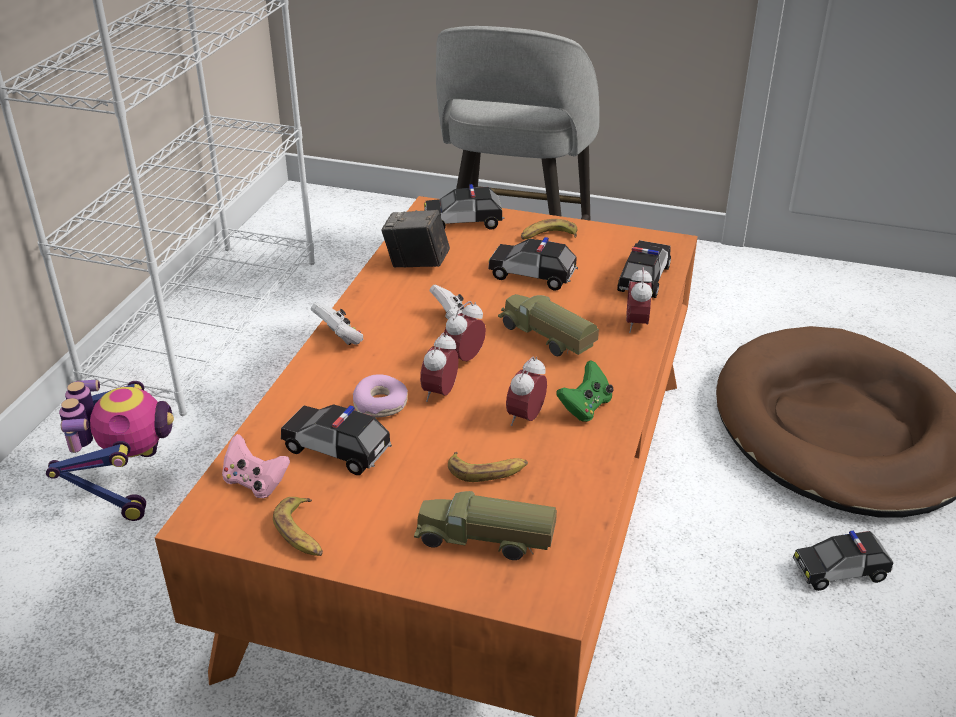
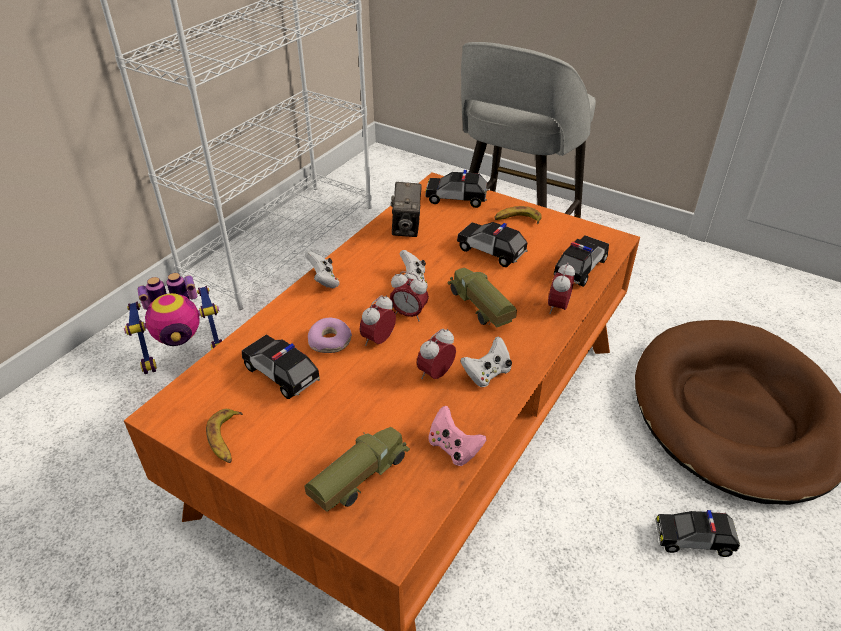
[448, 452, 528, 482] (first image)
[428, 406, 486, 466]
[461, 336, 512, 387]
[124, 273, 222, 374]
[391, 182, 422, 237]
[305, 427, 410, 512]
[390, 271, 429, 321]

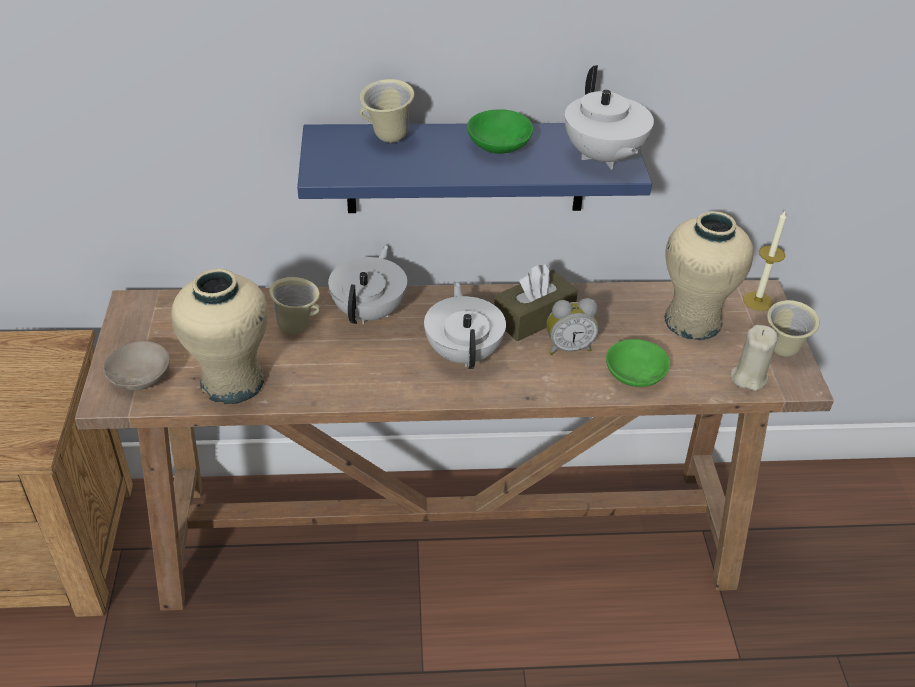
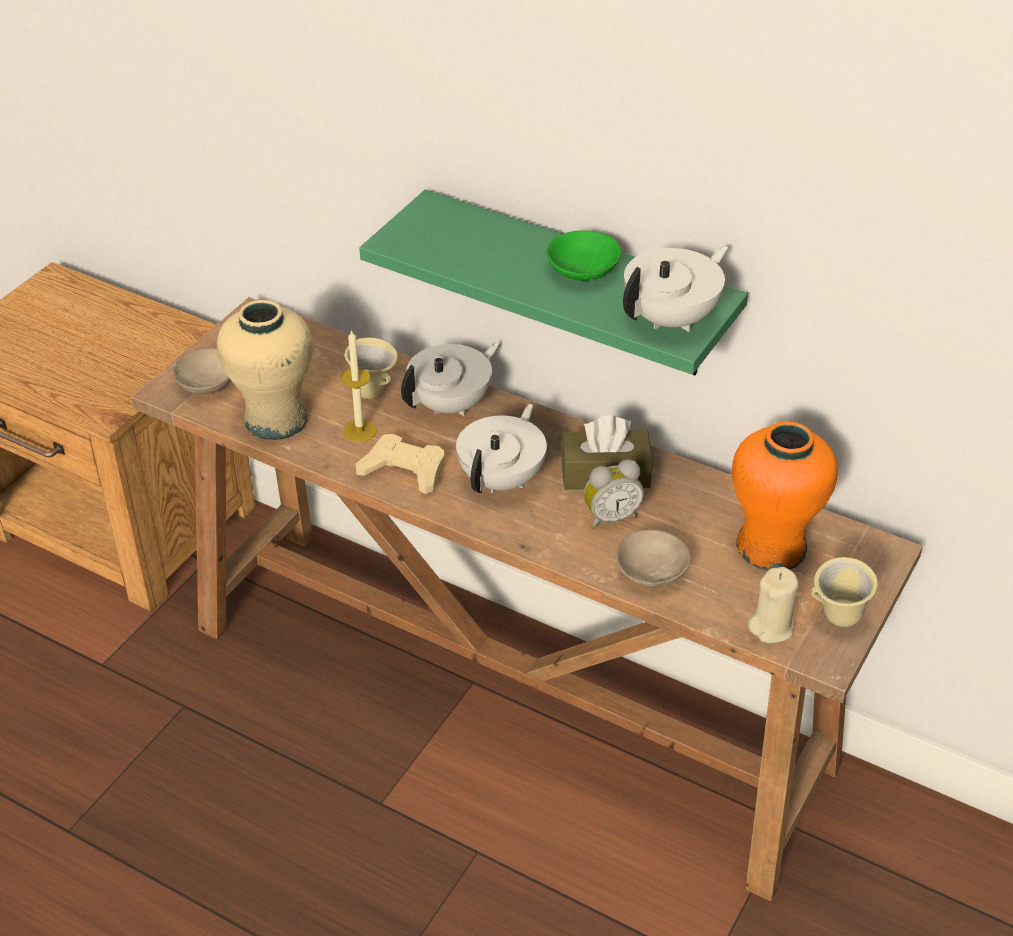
[360, 79, 415, 143] (first image)
[355, 434, 445, 494]
[341, 329, 377, 442]
[359, 189, 748, 375]
[616, 530, 691, 587]
[732, 421, 838, 571]
[584, 459, 644, 529]
[623, 246, 728, 332]

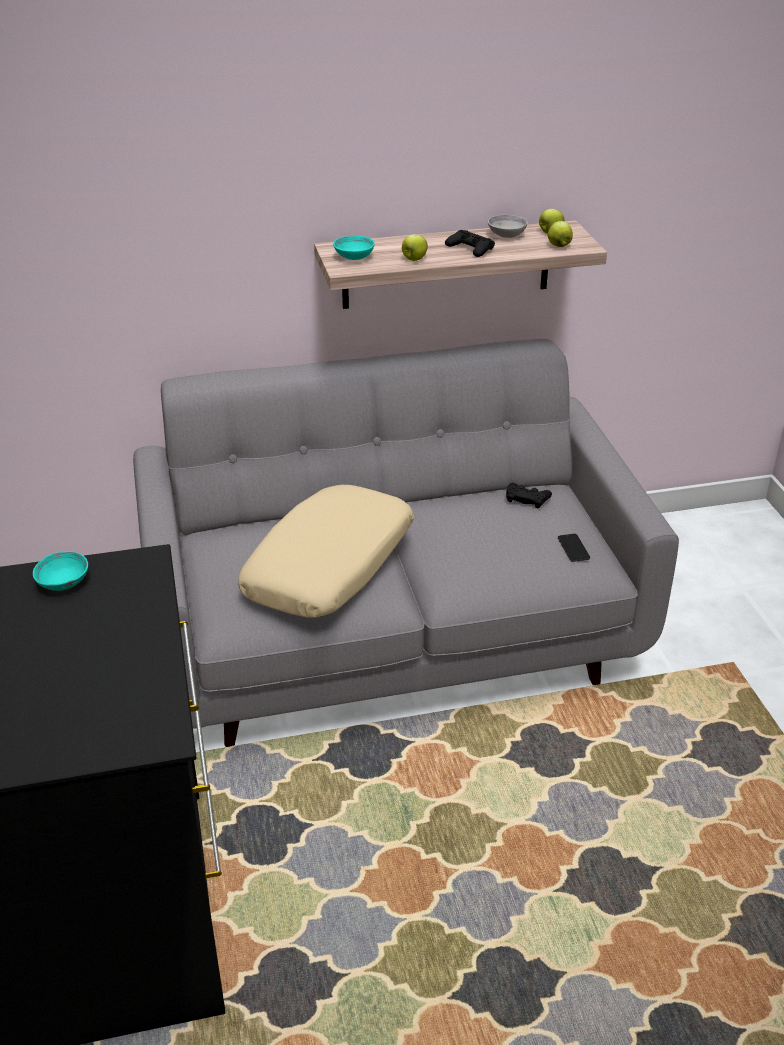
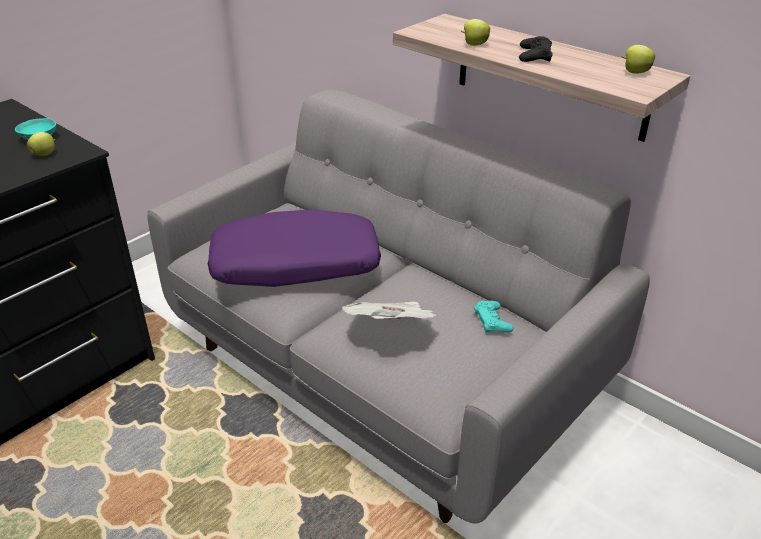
[333, 236, 375, 260] (first image)
[488, 215, 528, 238] (first image)
[558, 534, 590, 562] (first image)
[342, 301, 438, 319]
[27, 132, 55, 156]
[208, 210, 381, 287]
[474, 301, 514, 333]

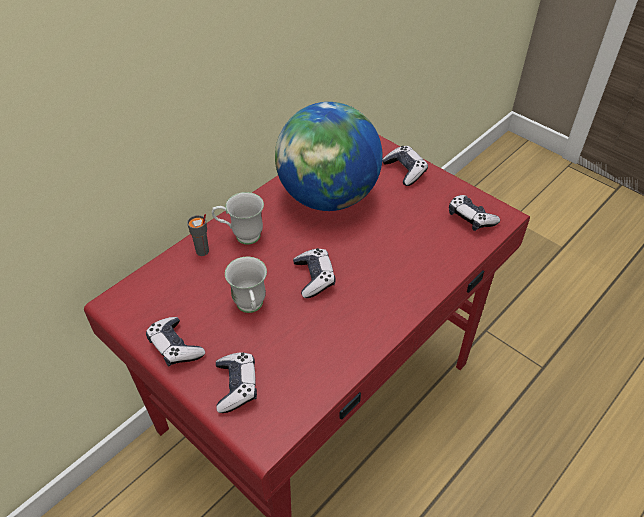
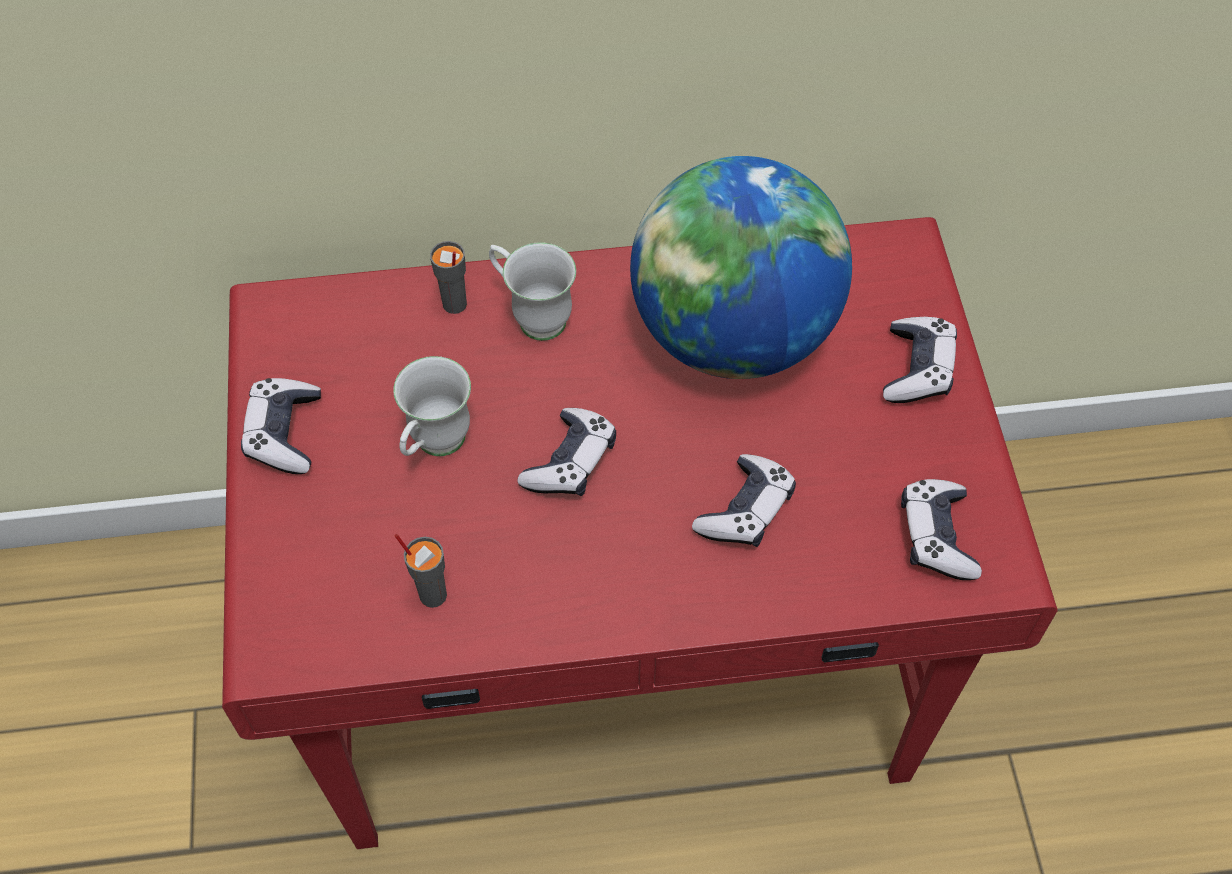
[394, 534, 447, 608]
[692, 454, 796, 547]

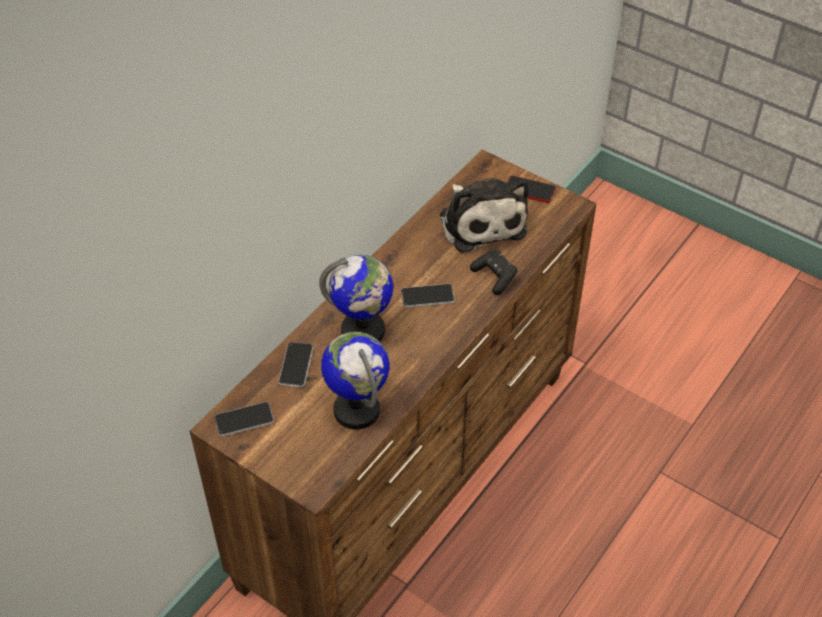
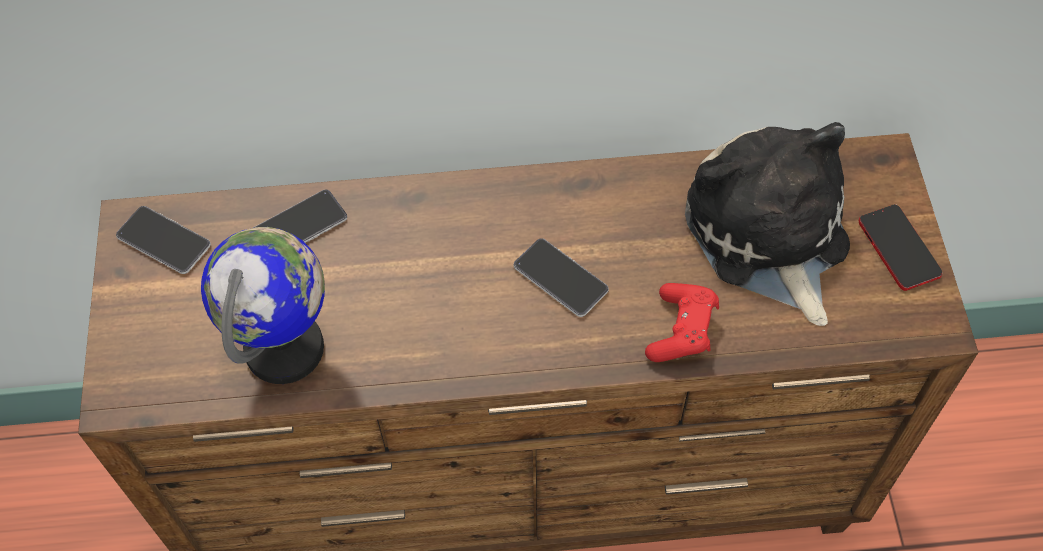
[319, 255, 393, 342] (first image)
[645, 283, 719, 362]
[685, 122, 850, 326]

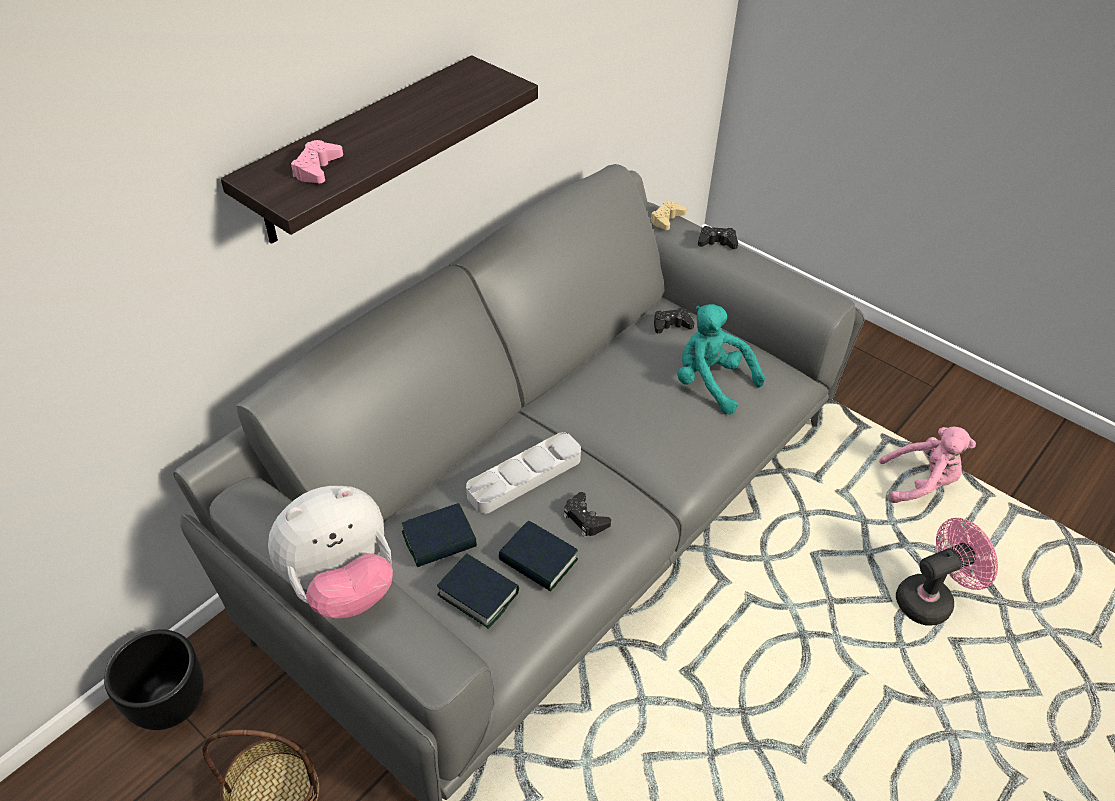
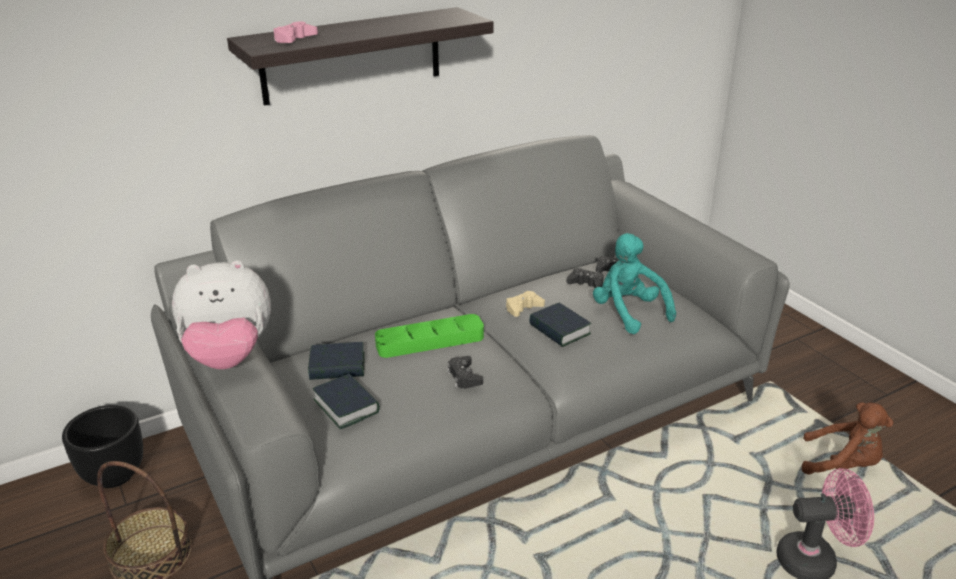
[529, 303, 591, 347]
[506, 291, 545, 317]
[566, 268, 604, 288]
[375, 314, 484, 358]
[801, 402, 893, 475]

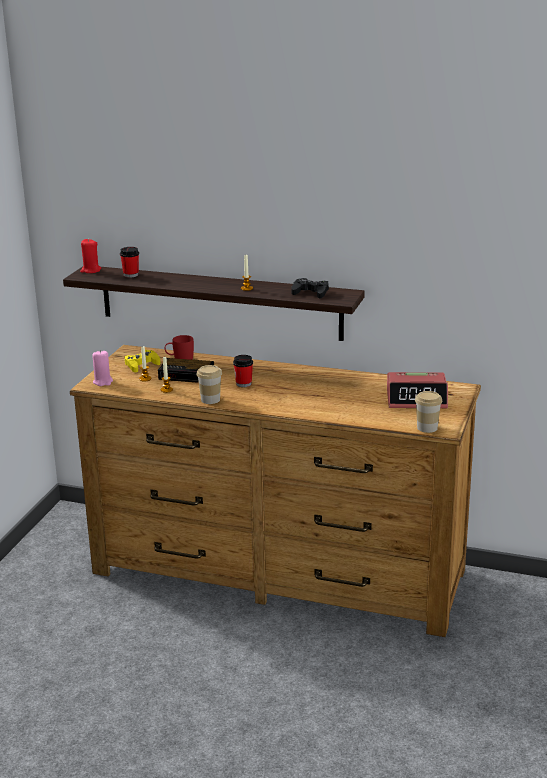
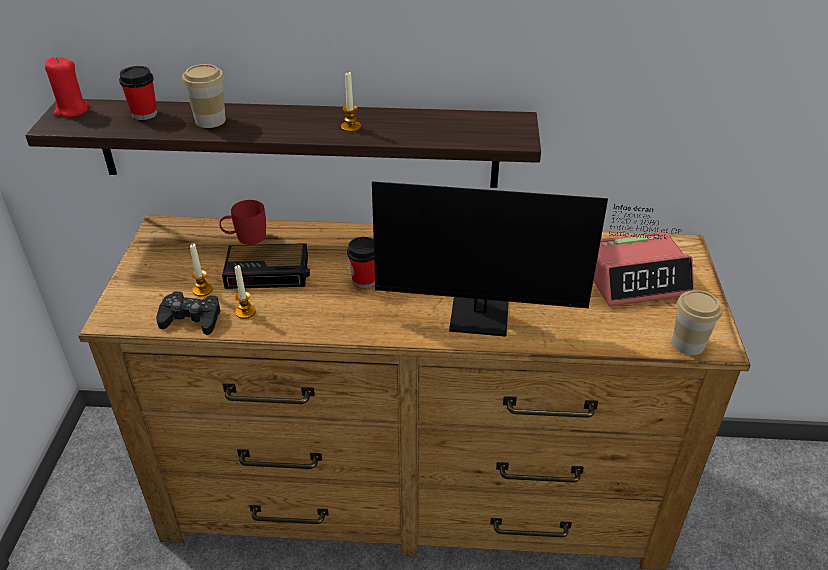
[92, 350, 113, 386] (first image)
[125, 350, 161, 372] (first image)
[372, 181, 682, 337]
[182, 64, 226, 128]
[156, 291, 220, 335]

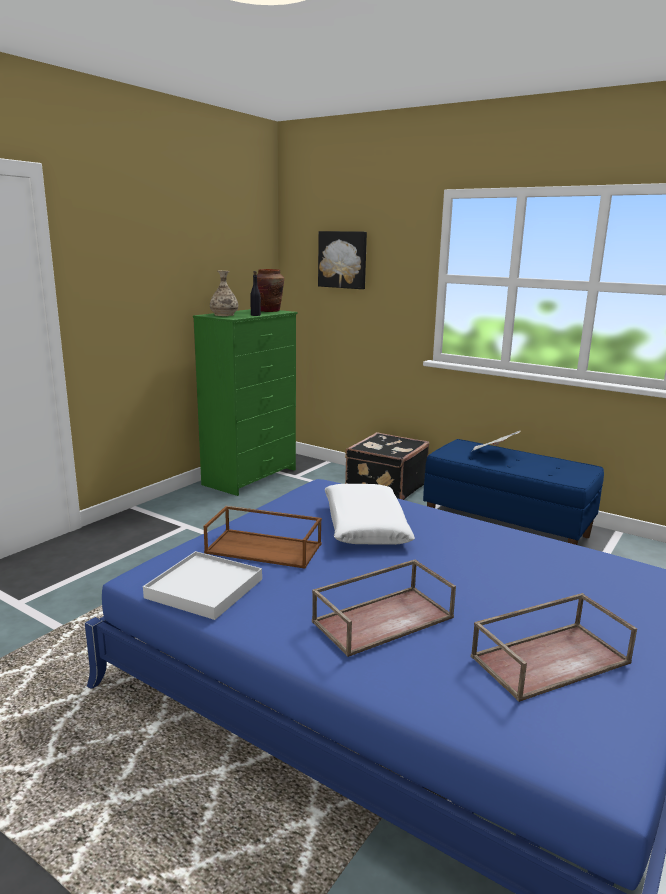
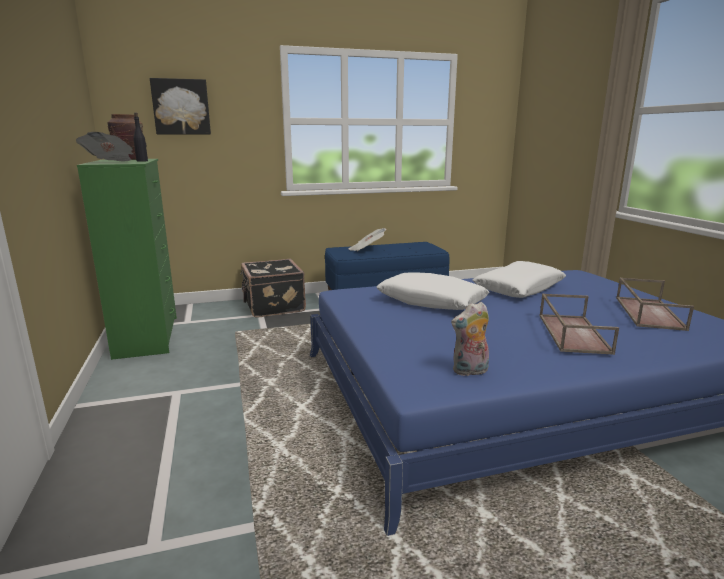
[204, 506, 322, 569] (first image)
[472, 261, 566, 298]
[451, 302, 489, 376]
[76, 132, 133, 162]

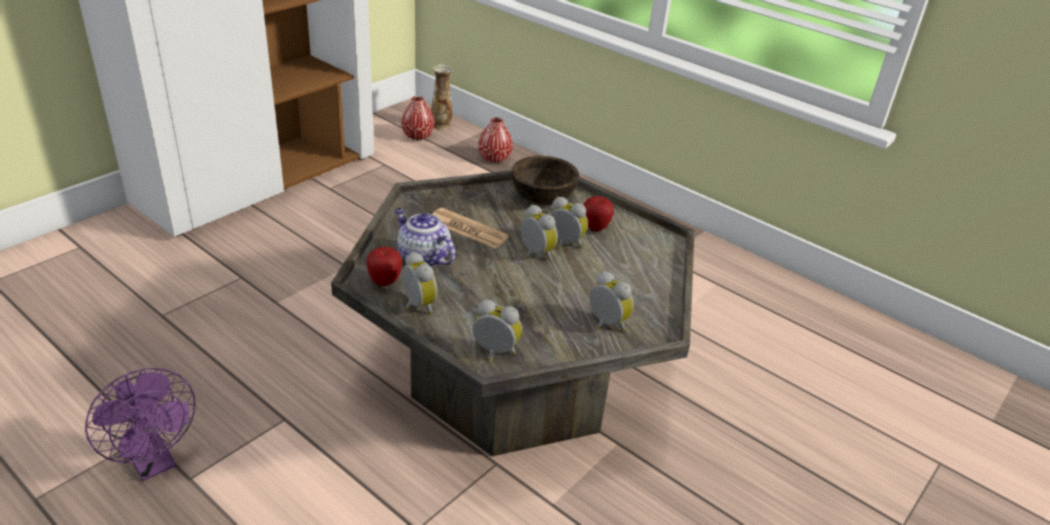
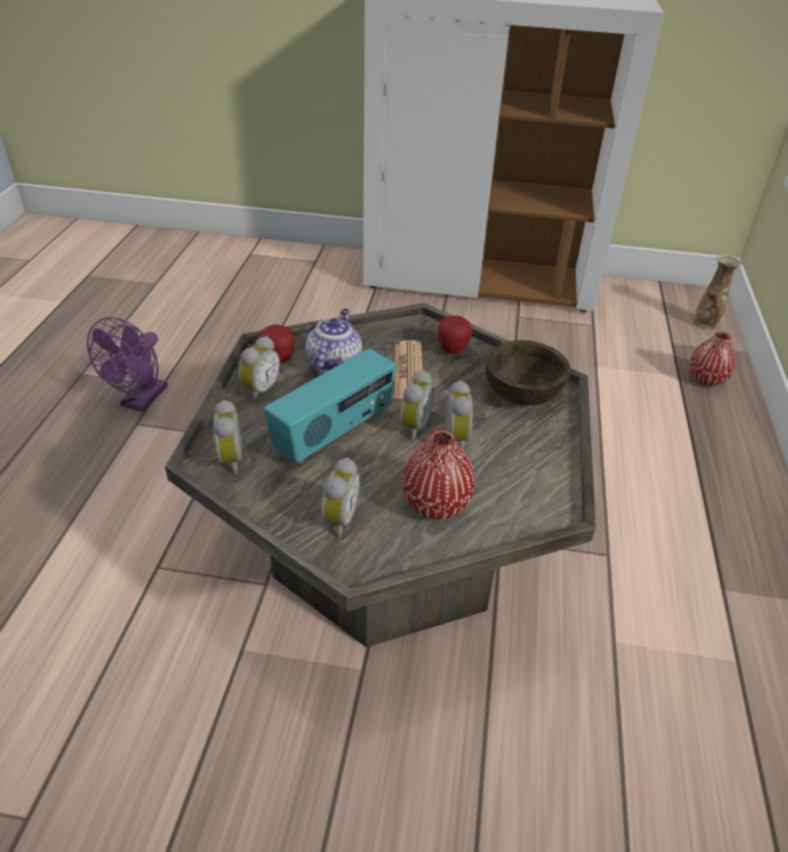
[264, 349, 395, 465]
[402, 429, 475, 520]
[438, 315, 472, 354]

